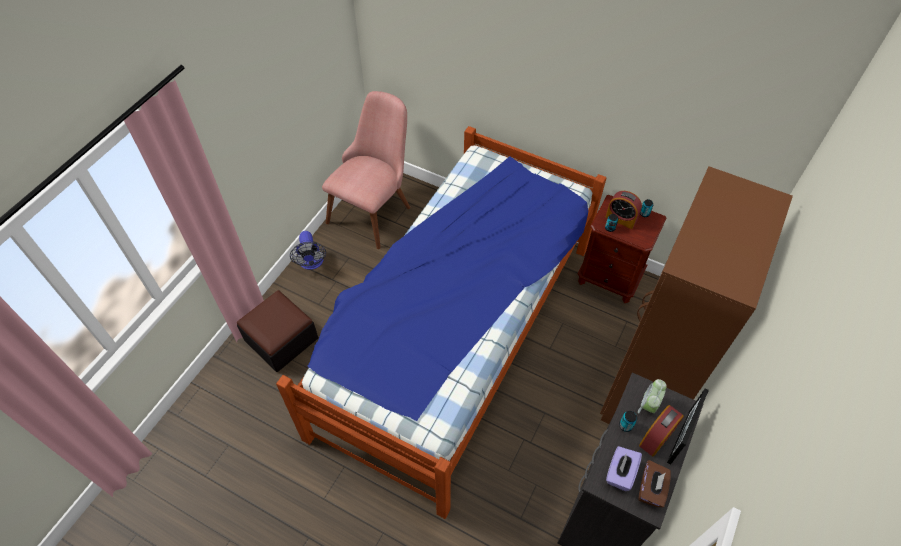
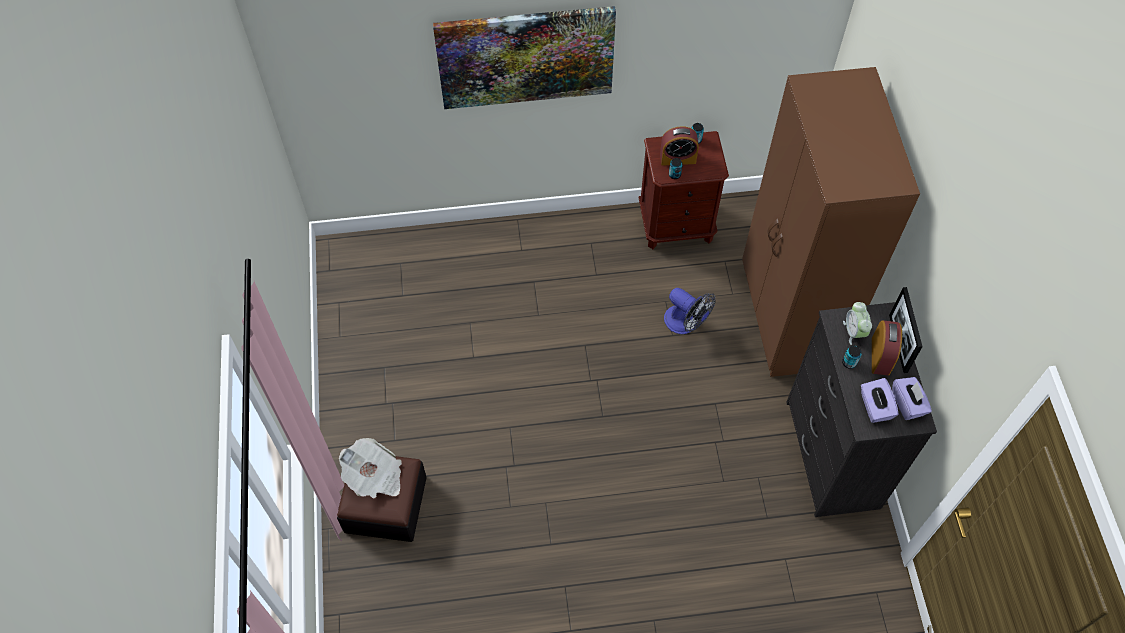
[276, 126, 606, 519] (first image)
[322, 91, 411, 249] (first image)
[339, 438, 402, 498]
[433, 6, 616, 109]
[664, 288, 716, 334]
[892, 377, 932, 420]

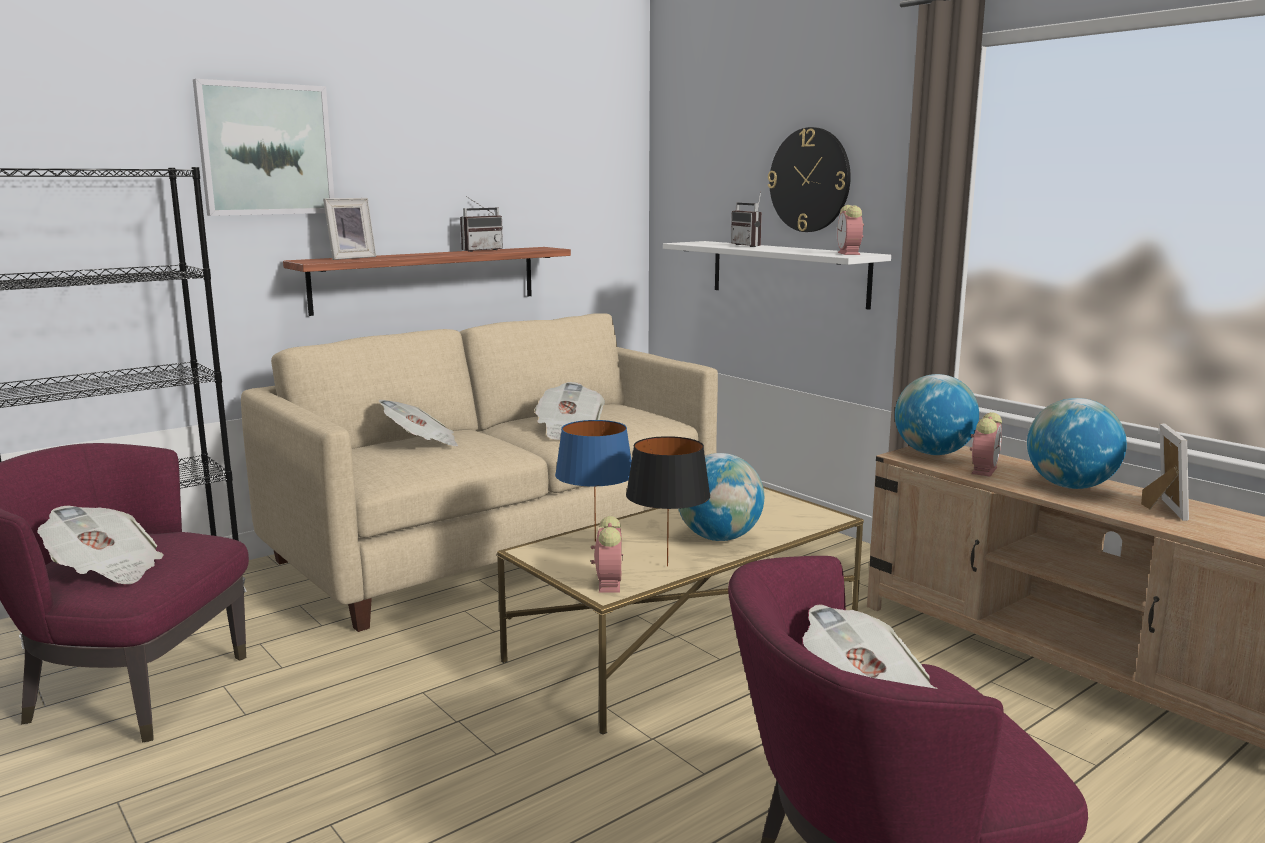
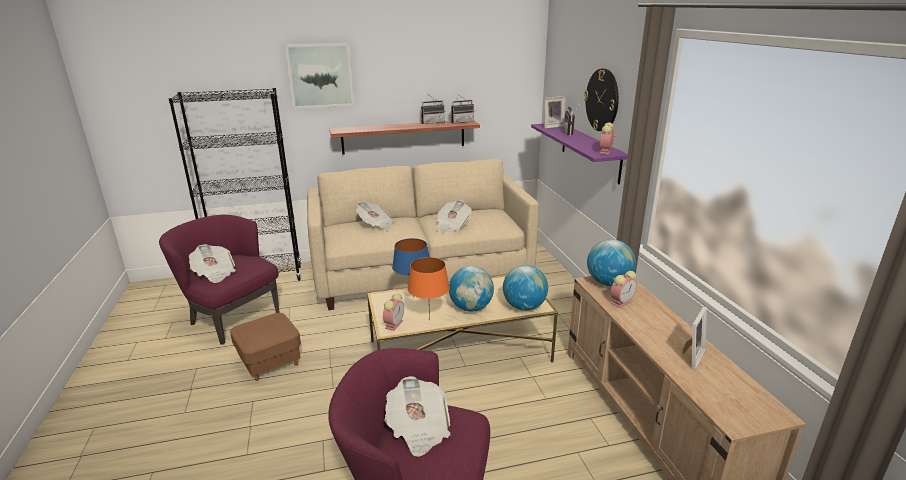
[230, 313, 301, 381]
[451, 95, 475, 124]
[544, 96, 566, 129]
[503, 265, 548, 311]
[407, 257, 450, 320]
[531, 124, 628, 184]

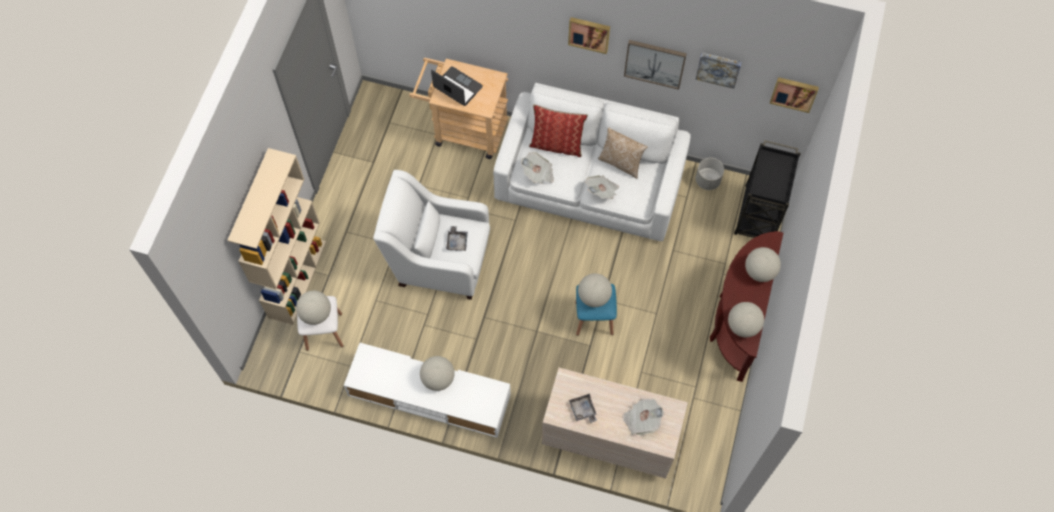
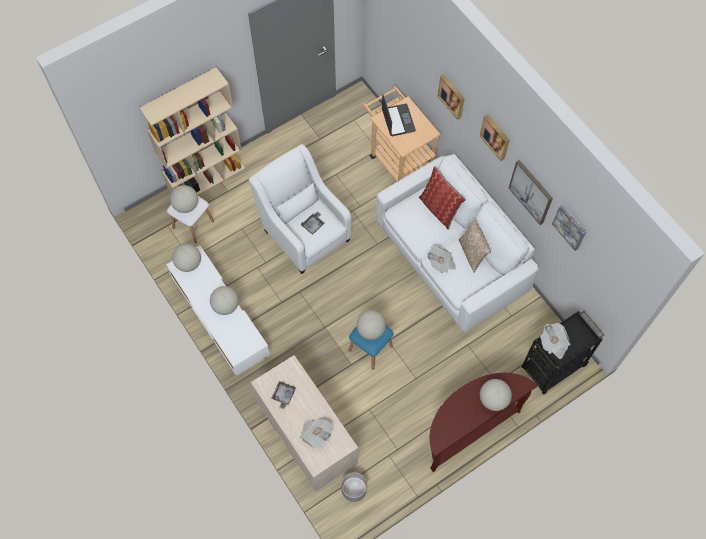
[540, 323, 571, 359]
[341, 472, 367, 502]
[172, 244, 201, 272]
[437, 74, 465, 120]

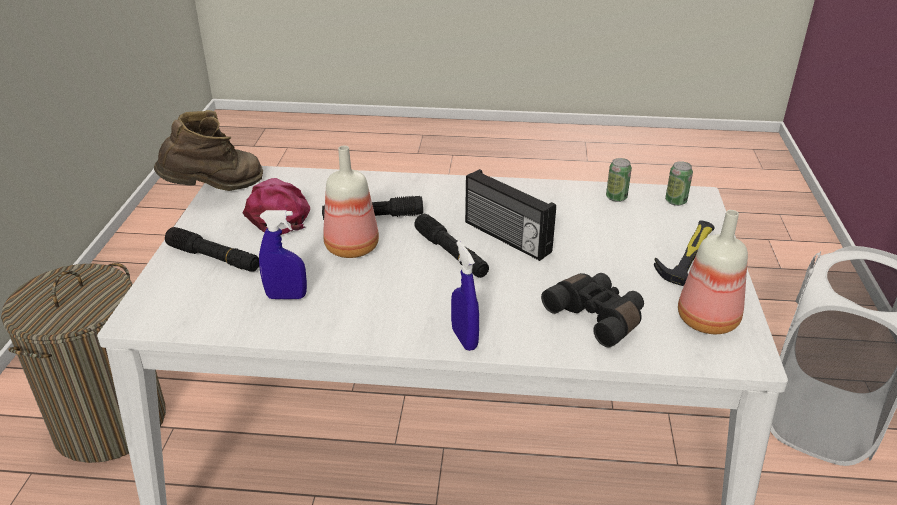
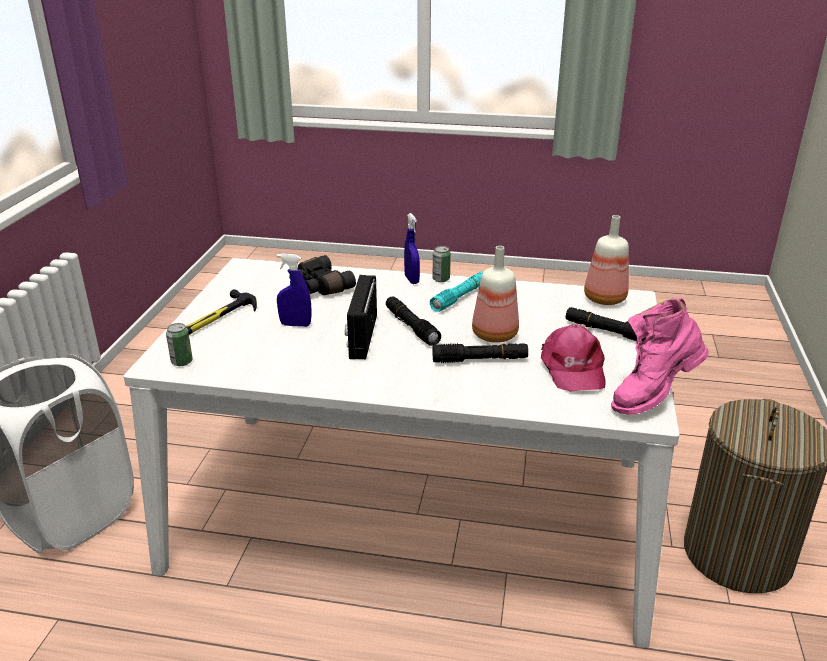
[430, 271, 484, 312]
[277, 253, 312, 327]
[433, 246, 451, 282]
[584, 215, 629, 305]
[611, 297, 709, 415]
[345, 275, 377, 359]

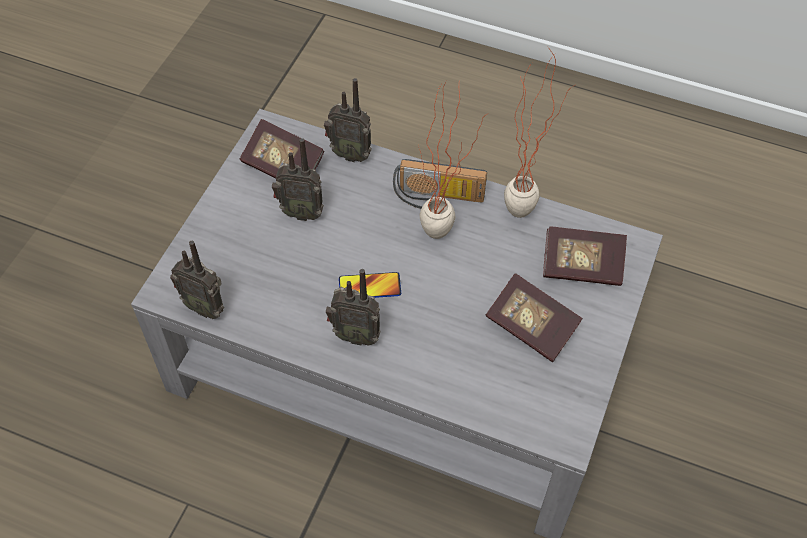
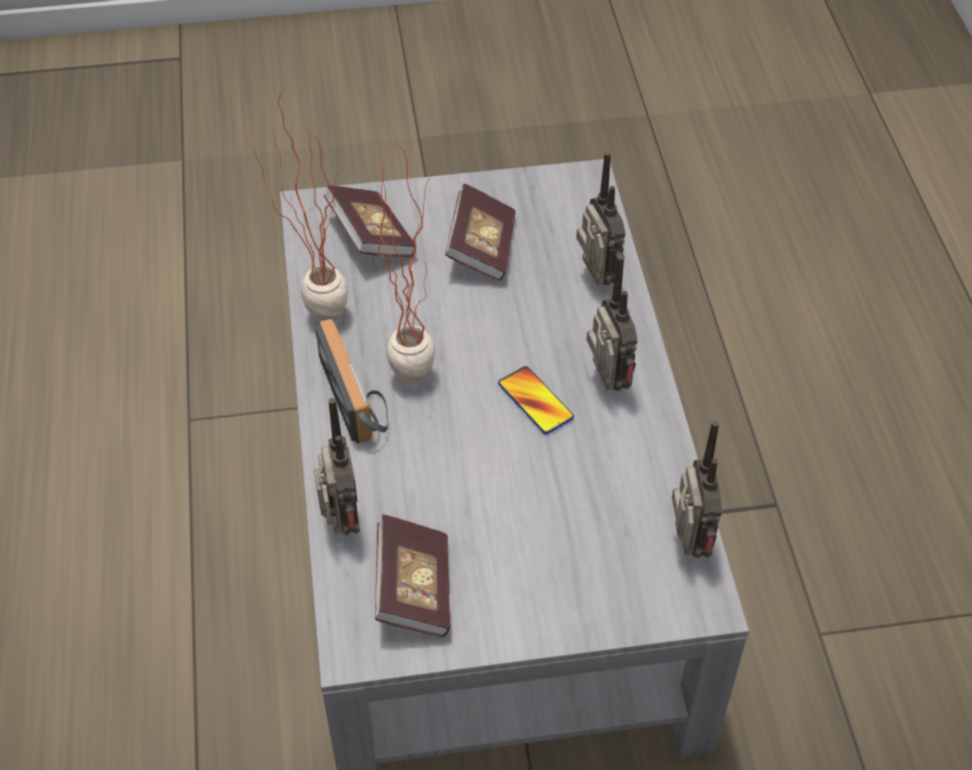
[576, 152, 625, 285]

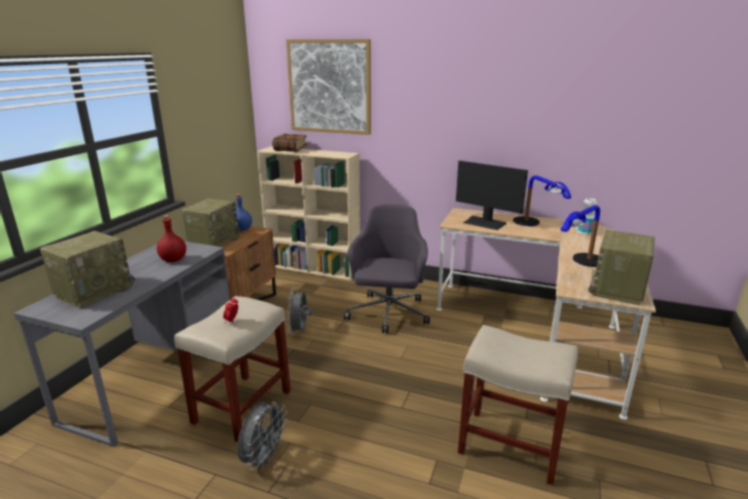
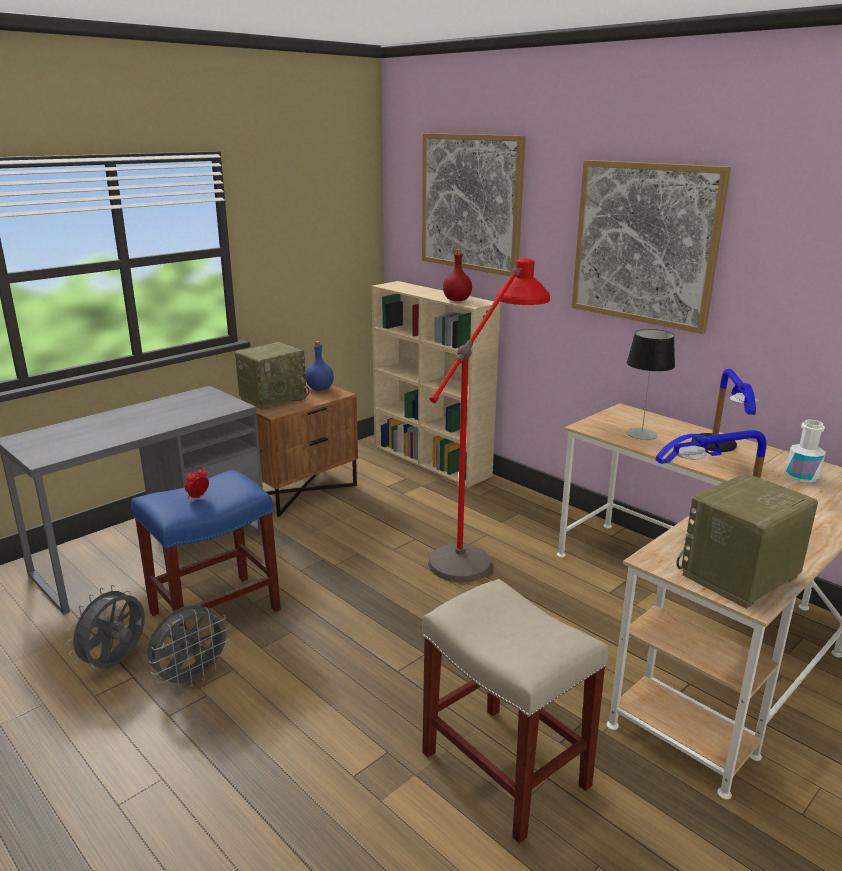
[40, 231, 135, 309] (first image)
[272, 134, 307, 152] (first image)
[572, 160, 731, 334]
[443, 249, 472, 301]
[66, 585, 145, 669]
[428, 258, 550, 582]
[626, 329, 675, 440]
[131, 470, 281, 630]

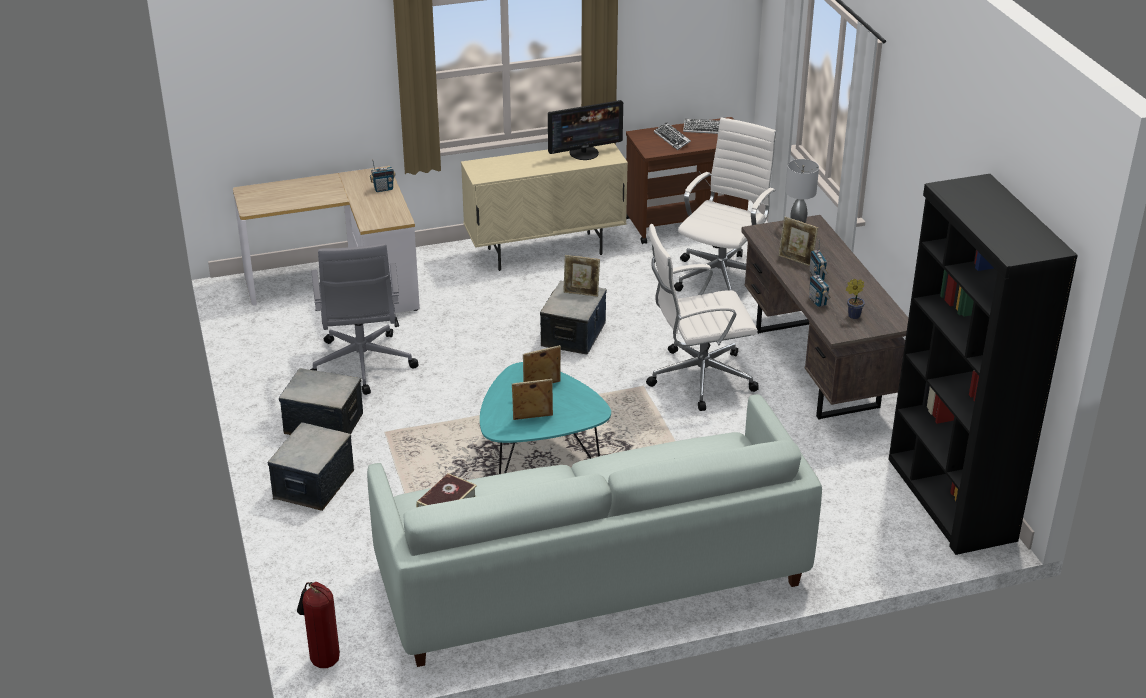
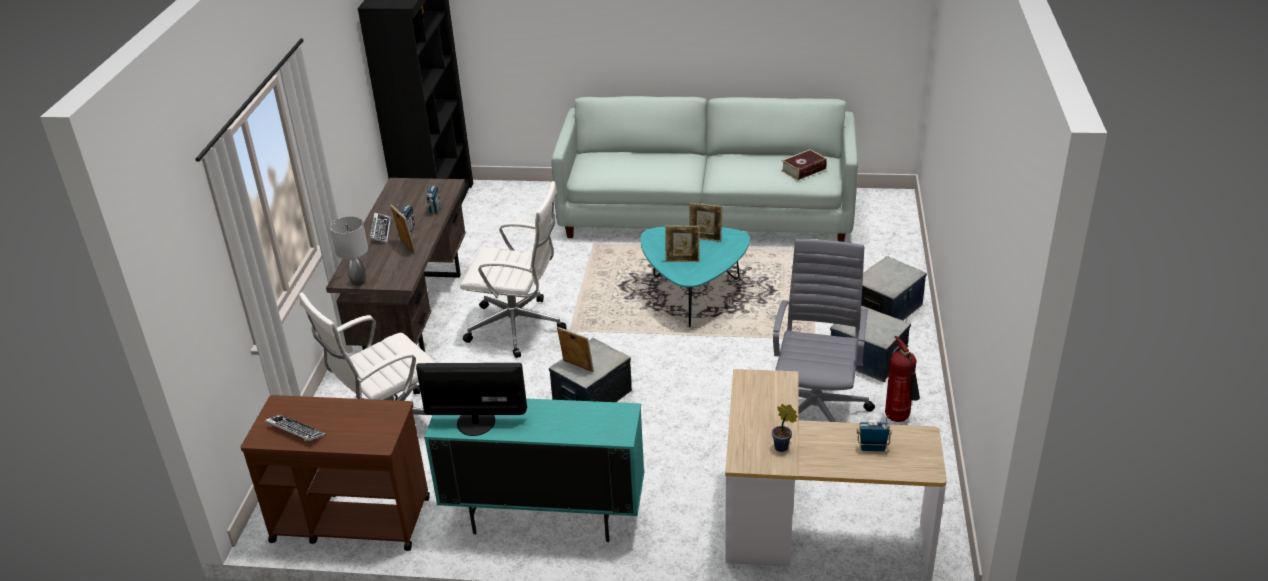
[885, 336, 920, 422]
[857, 415, 892, 451]
[370, 213, 391, 243]
[772, 404, 798, 452]
[424, 398, 645, 542]

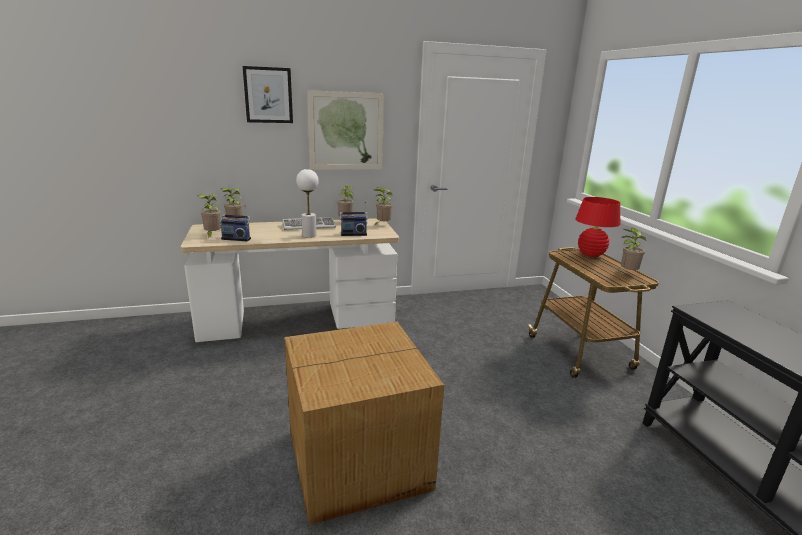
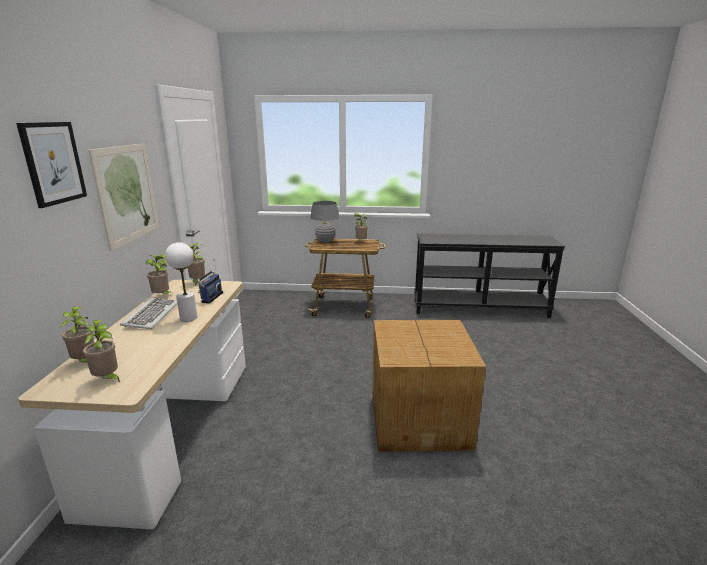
[220, 205, 251, 242] (first image)
[310, 201, 340, 243]

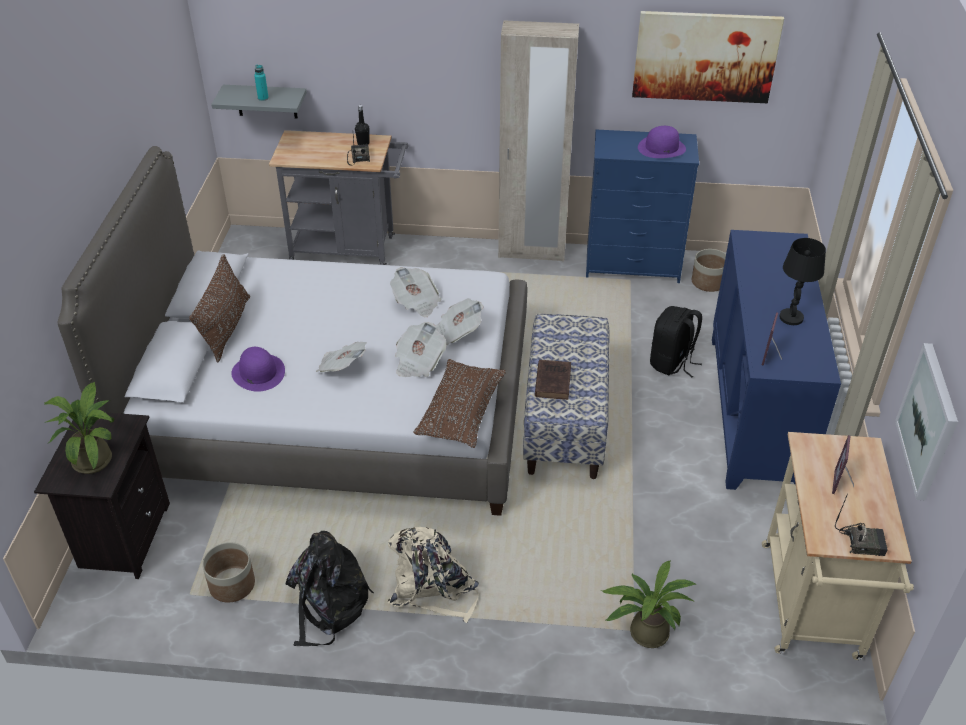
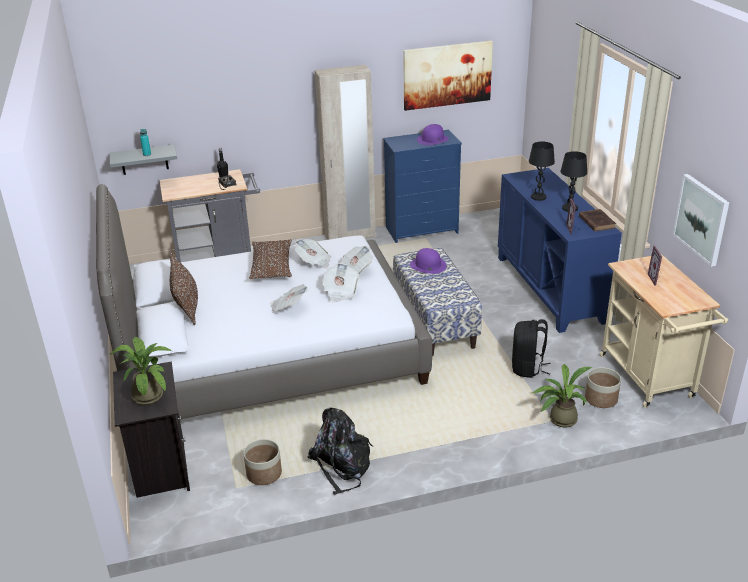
[387, 527, 479, 623] (first image)
[835, 494, 888, 556] (first image)
[529, 141, 555, 201]
[410, 248, 447, 274]
[249, 239, 292, 279]
[579, 209, 616, 231]
[512, 319, 551, 378]
[585, 367, 621, 408]

